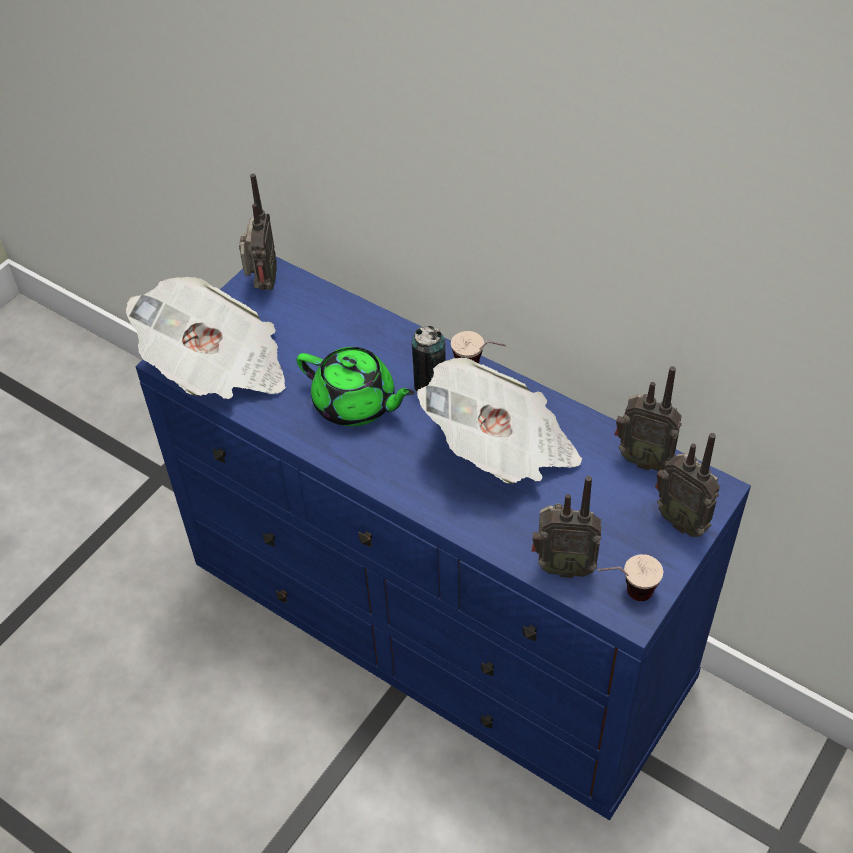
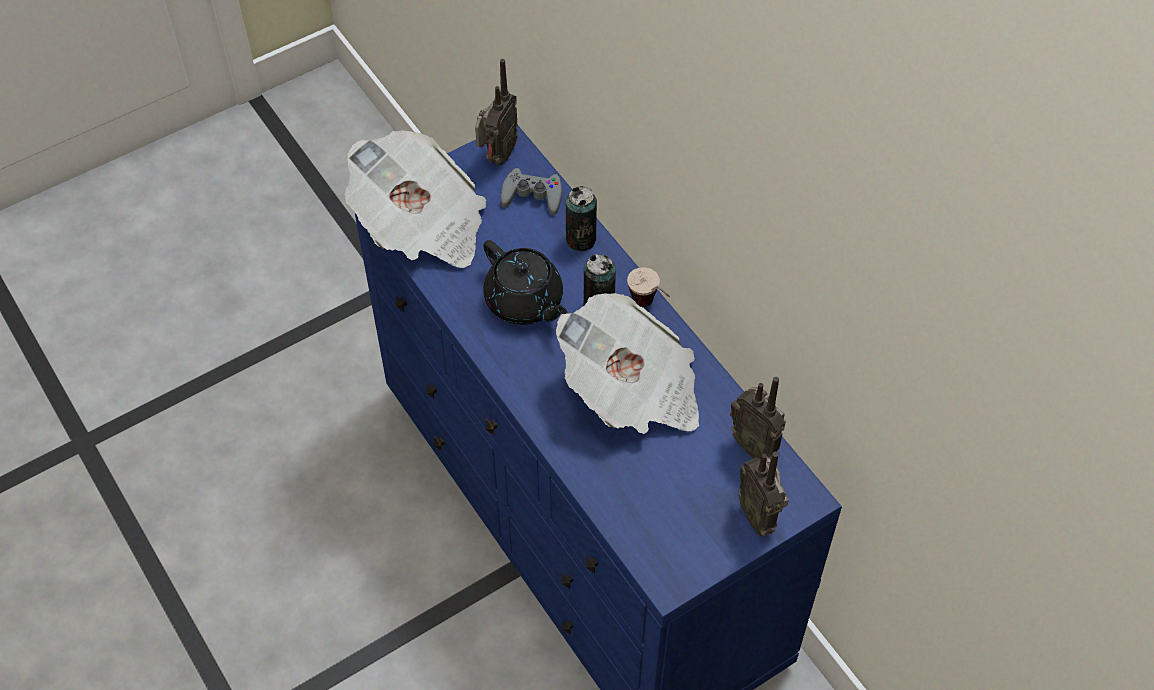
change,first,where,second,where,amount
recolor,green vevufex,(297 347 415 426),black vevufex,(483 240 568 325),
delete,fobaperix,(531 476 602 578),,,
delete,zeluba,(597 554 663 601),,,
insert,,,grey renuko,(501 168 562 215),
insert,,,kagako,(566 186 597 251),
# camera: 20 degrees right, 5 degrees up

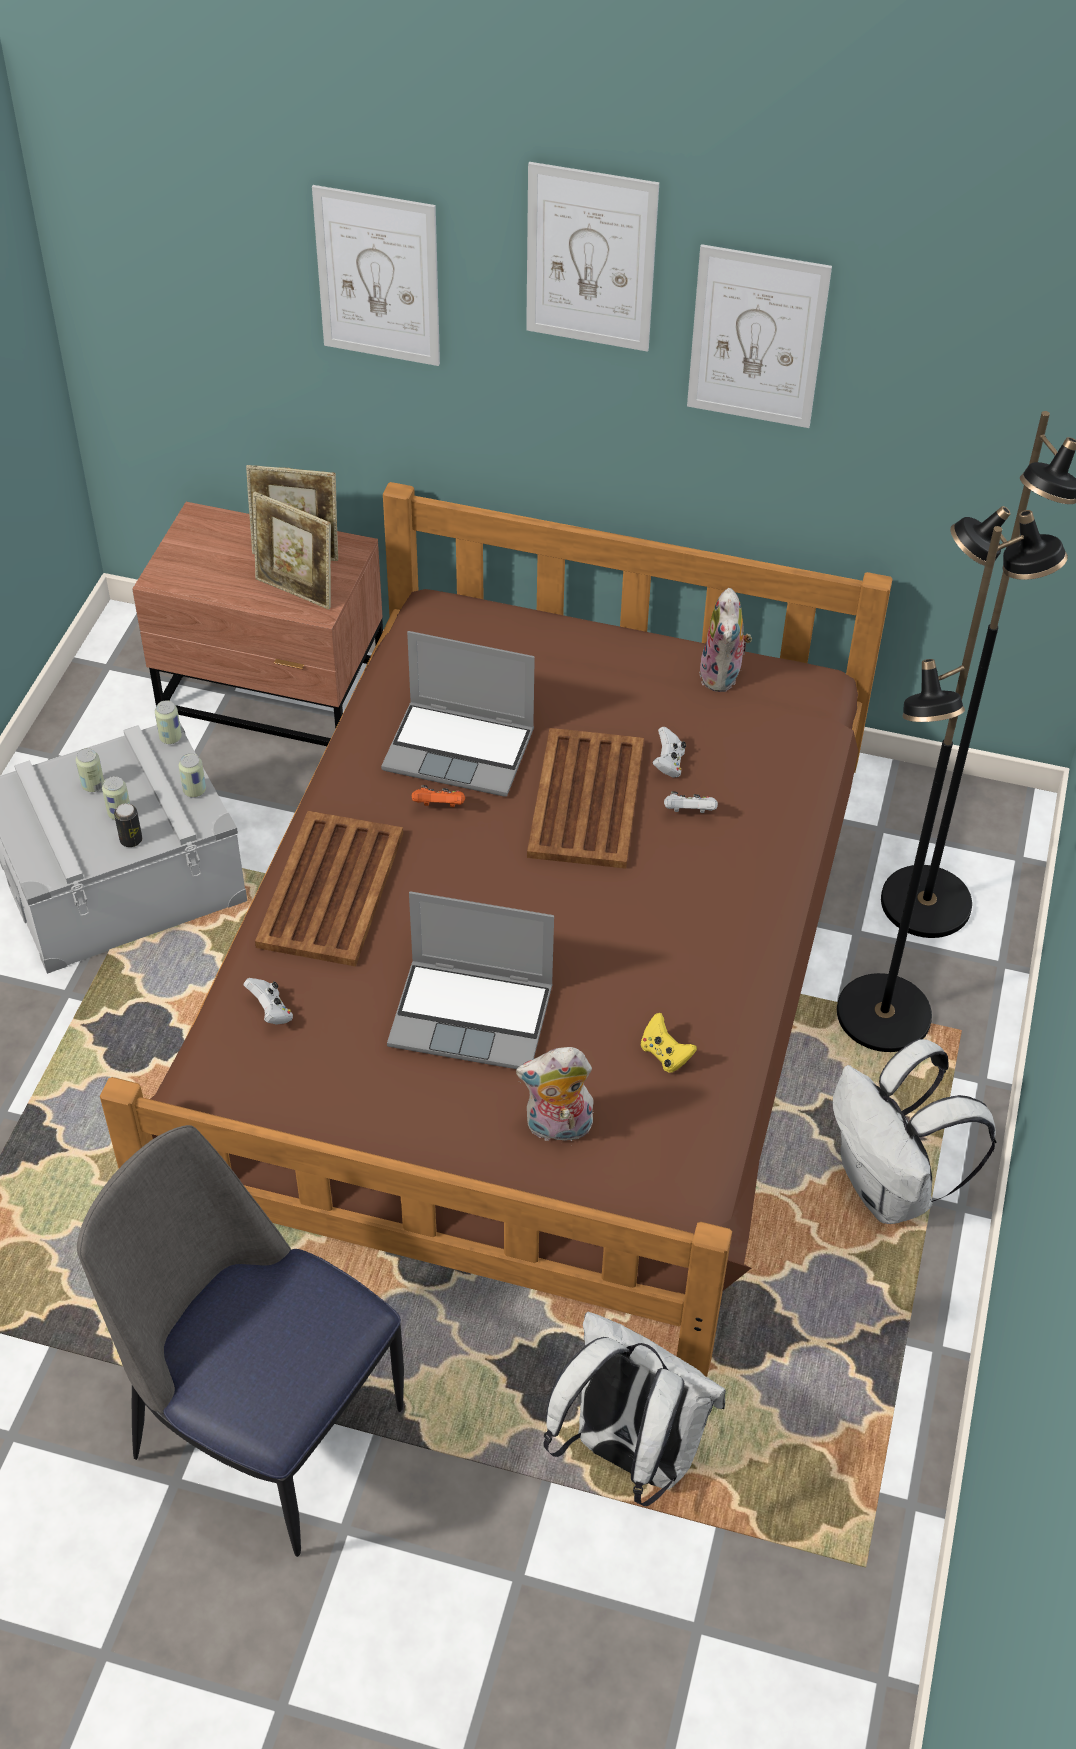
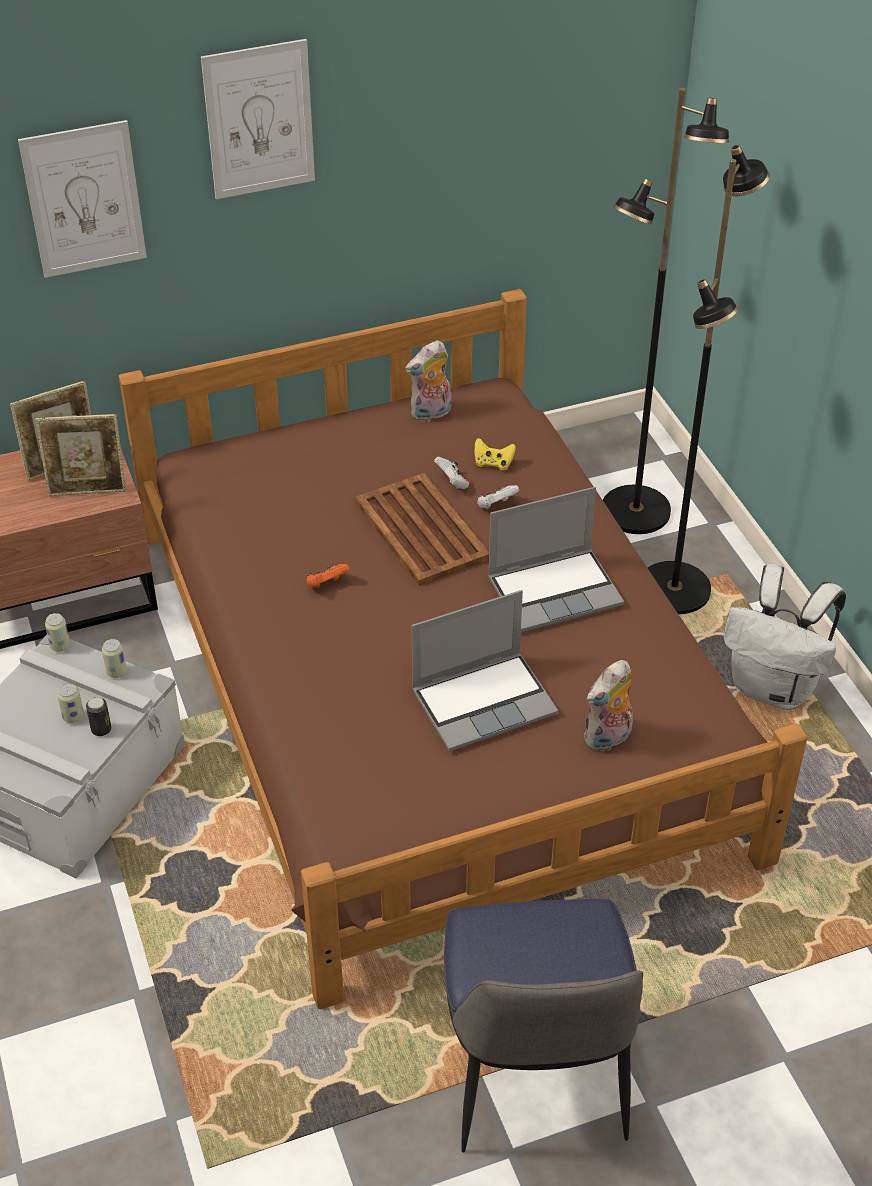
change,first,where,second,where,amount
delete,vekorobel,(687 244 832 428),,,
rotate,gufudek,(699 588 752 692),,(405 340 451 422),90 degrees clockwise
move,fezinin,(381 631 535 797),,(488 487 624 633),
delete,kagako,(76 748 104 792),,,
delete,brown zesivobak,(255 811 403 967),,,
delete,white renuko,(244 978 293 1025),,,
move,yellow renuko,(641 1013 697 1073),,(474 438 516 470),
rotate,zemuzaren,(77 1125 404 1557),,(444 899 643 1153),90 degrees counterclockwise
delete,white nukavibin,(544 1312 726 1506),,,
# camera: 35 degrees left, 5 degrees down

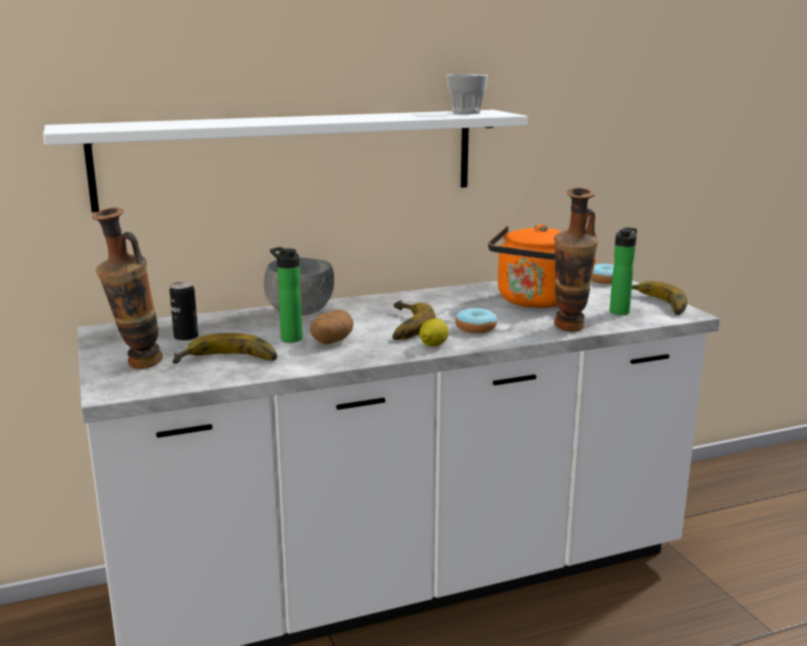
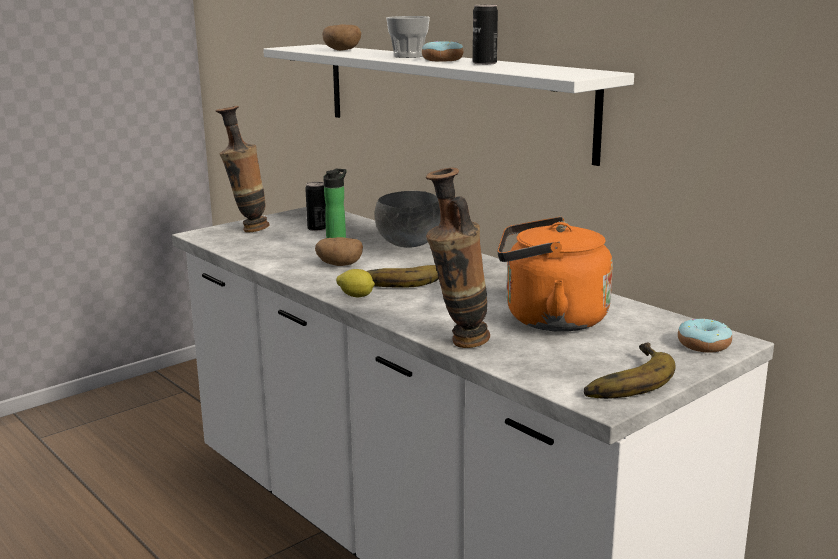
change,first,where,second,where,amount
move,zeluba,(446 74 488 114),,(386 16 430 58),
delete,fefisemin,(610 227 637 315),,,
move,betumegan,(455 307 497 333),,(422 41 464 61),
delete,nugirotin,(172 333 277 364),,,
insert,,,kagako,(473 5 498 65),
insert,,,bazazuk,(322 24 361 51),
# camera: 70 degrees right, 0 degrees up

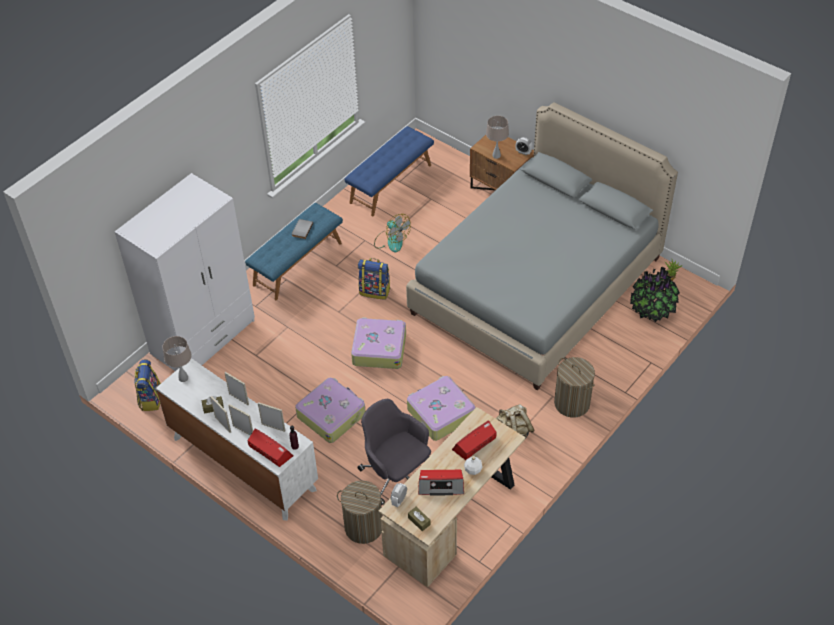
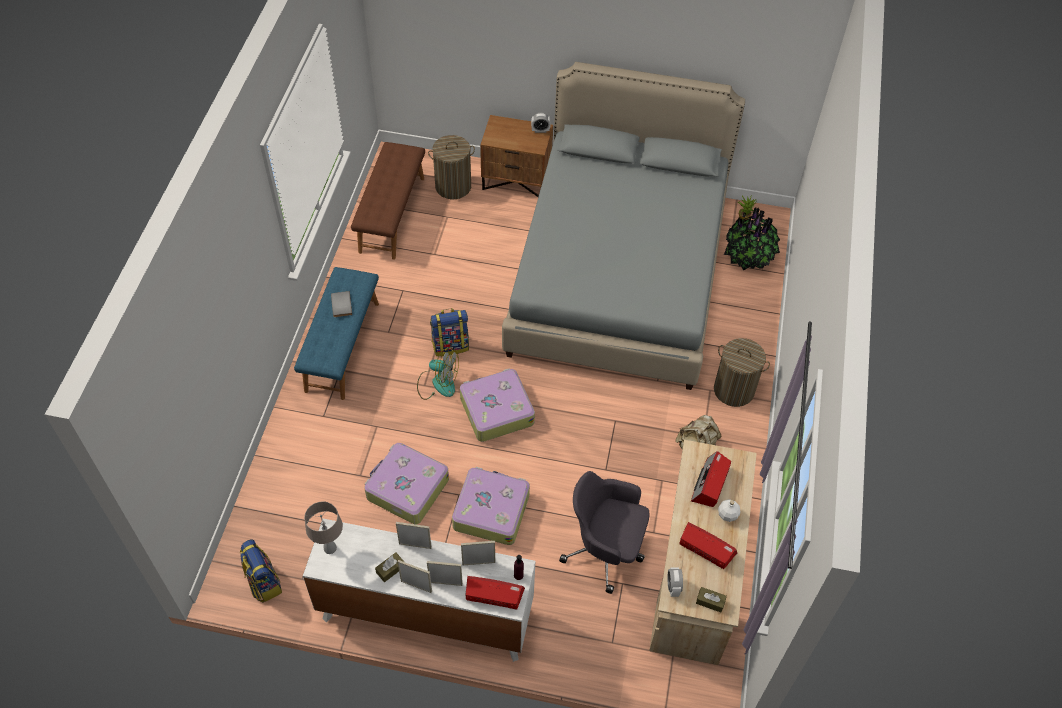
change,first,where,second,where,amount
delete,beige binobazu,(486 116 509 159),,,
recolor,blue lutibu,(345 126 434 216),brown lutibu,(351 142 425 260),
delete,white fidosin,(115 173 255 371),,,
move,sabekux,(374 214 411 252),,(417 347 459 400),
move,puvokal,(407 376 476 441),,(365 443 449 524),
rotate,fobaperix,(418 470 464 496),,(680 522 737 569),120 degrees counterclockwise
move,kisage,(337 480 385 544),,(428 135 475 199),
# camera: 30 degrees left, 5 degrees up

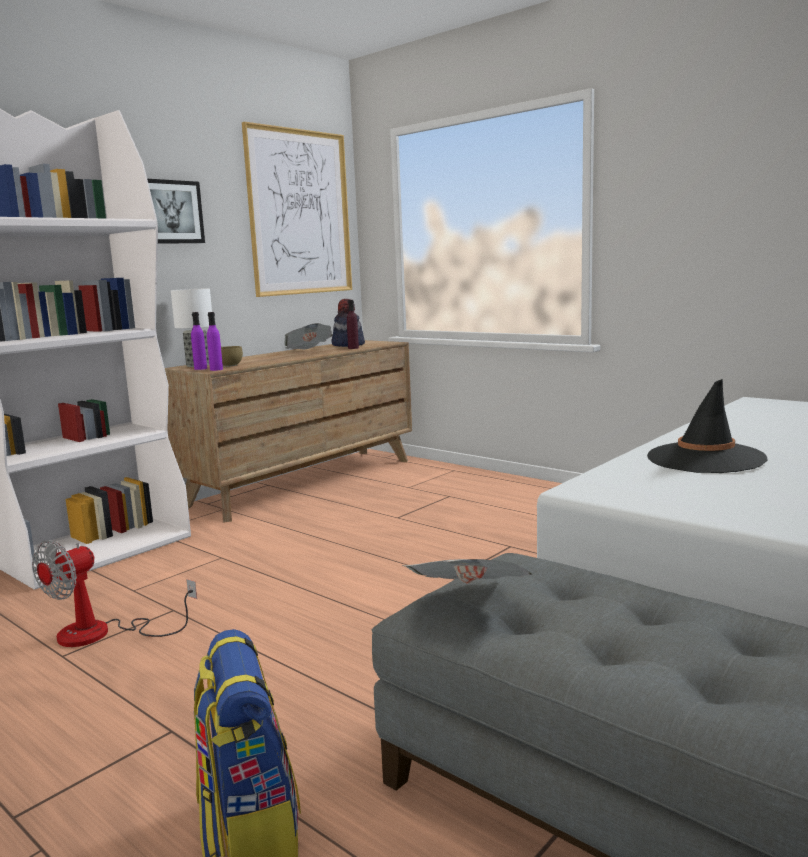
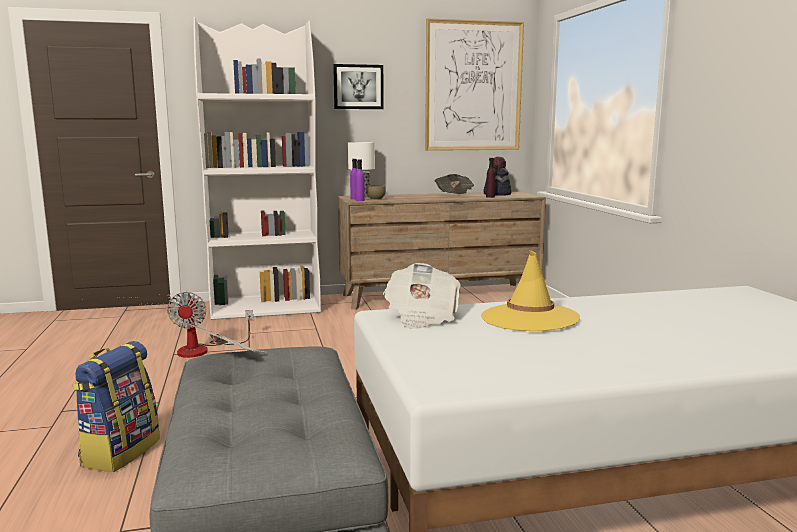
change,first,where,second,where,amount
recolor,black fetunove,(647 379 768 473),yellow fetunove,(481 250 580 331),
rotate,sabekux,(32 540 197 647),,(167 292 253 358),75 degrees counterclockwise
insert,,,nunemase,(383 263 461 329),
# camera: 35 degrees right, 0 degrees up

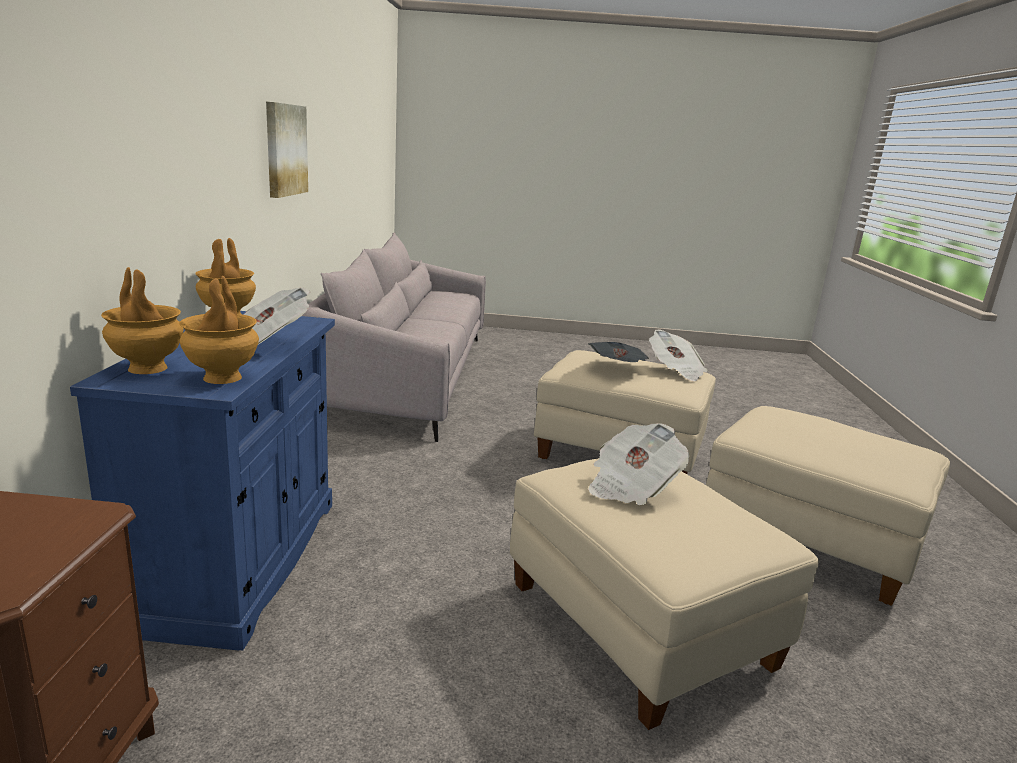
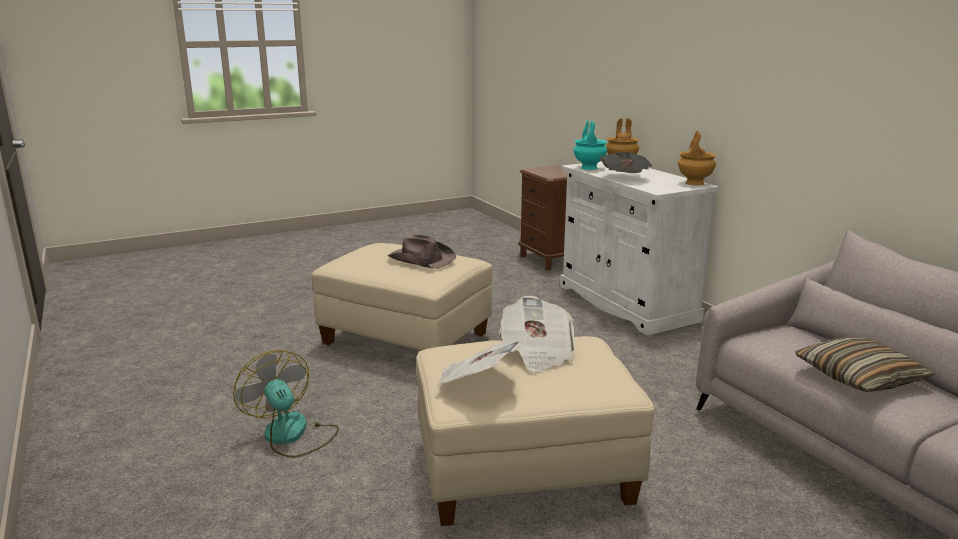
change,first,where,second,where,amount
delete,vekorobel,(266 102 308 198),,,
recolor,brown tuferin,(179 276 259 384),turquoise tuferin,(573 120 607 170),
recolor,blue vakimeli,(70 311 335 651),white vakimeli,(560 161 719 335),
replace,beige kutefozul,(706 406 950 606),sabekux,(233 350 339 458),
replace,nunemase,(588 423 689 505),brown fetunove,(388 234 456 269),
insert,,,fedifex,(795 337 935 392),
# camera: 150 degrees right, 0 degrees up

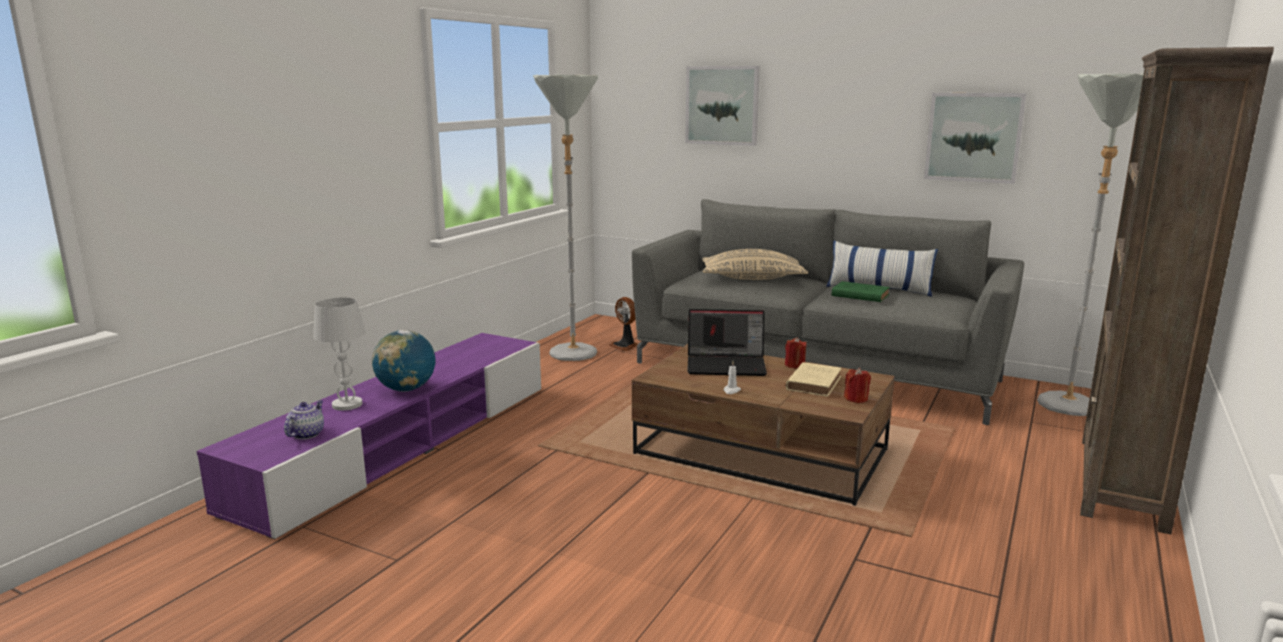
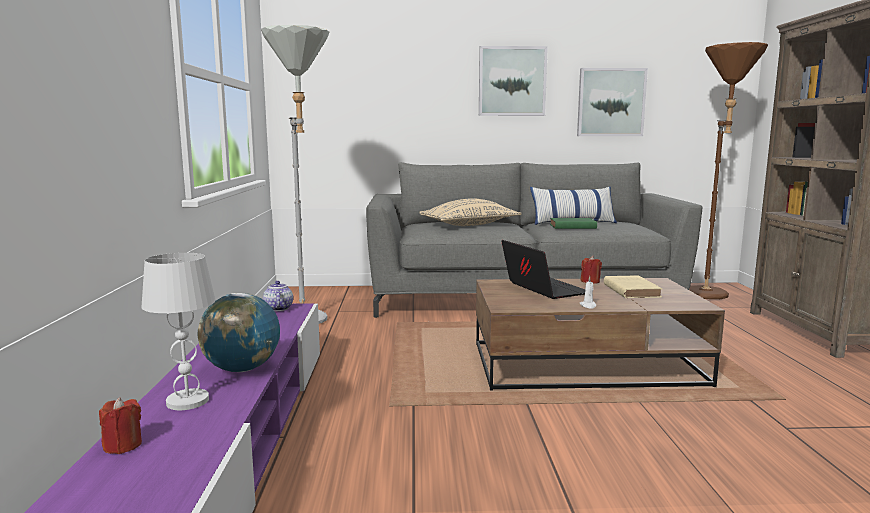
change,first,where,second,where,amount
move,vekorobel,(685 66 760 146),,(479 46 548 116),
recolor,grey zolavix,(1037 74 1144 416),brown zolavix,(689 42 768 299),
delete,sabekux,(608 297 637 351),,,
rotate,fezinin,(687 309 767 376),,(501 240 585 299),90 degrees counterclockwise
move,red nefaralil,(844 368 871 403),,(99 397 142 454),
move,vevufex,(284 400 324 439),,(263 281 293 311),
# camera: 30 degrees left, 5 degrees down

